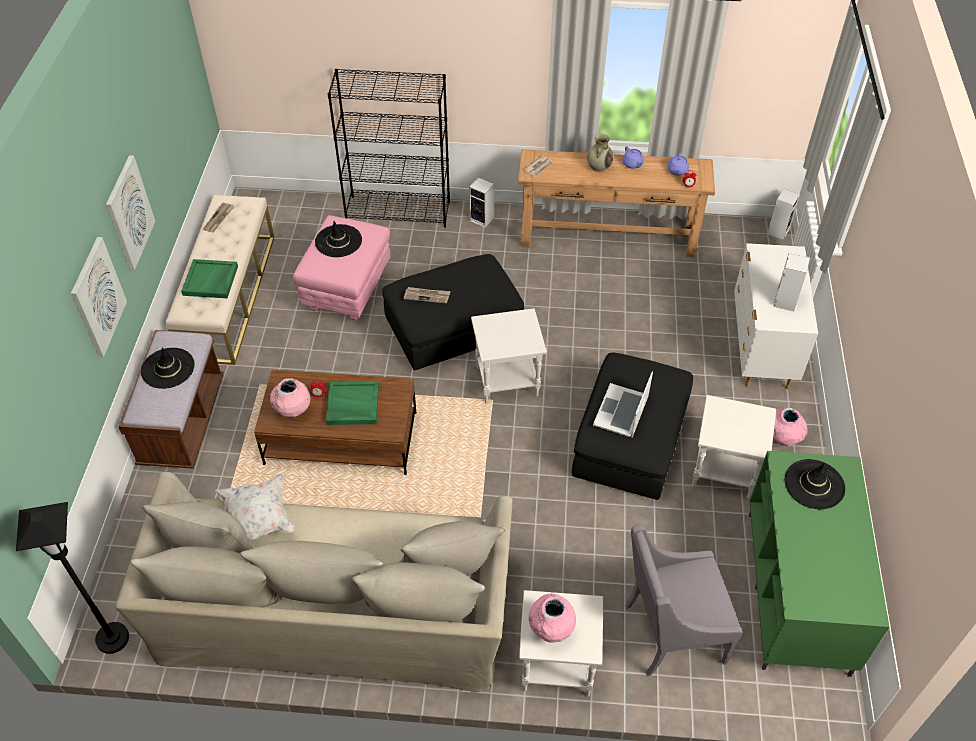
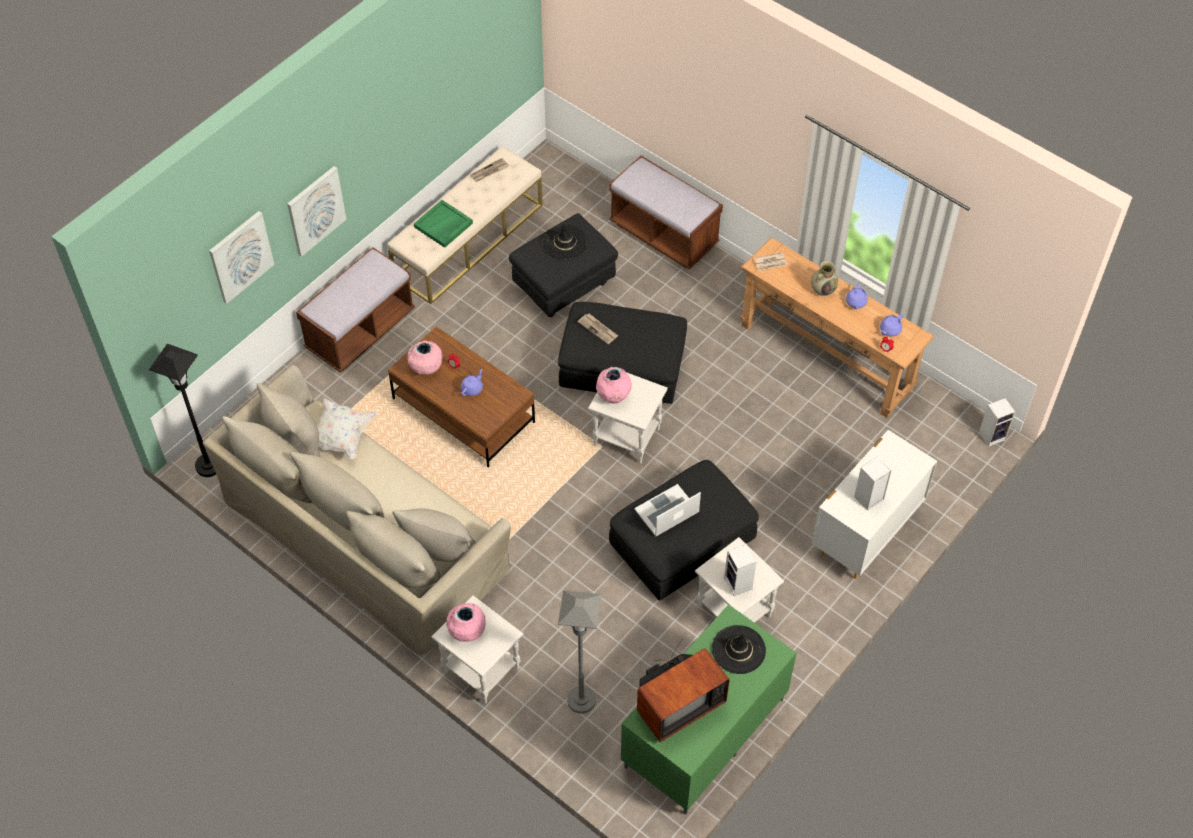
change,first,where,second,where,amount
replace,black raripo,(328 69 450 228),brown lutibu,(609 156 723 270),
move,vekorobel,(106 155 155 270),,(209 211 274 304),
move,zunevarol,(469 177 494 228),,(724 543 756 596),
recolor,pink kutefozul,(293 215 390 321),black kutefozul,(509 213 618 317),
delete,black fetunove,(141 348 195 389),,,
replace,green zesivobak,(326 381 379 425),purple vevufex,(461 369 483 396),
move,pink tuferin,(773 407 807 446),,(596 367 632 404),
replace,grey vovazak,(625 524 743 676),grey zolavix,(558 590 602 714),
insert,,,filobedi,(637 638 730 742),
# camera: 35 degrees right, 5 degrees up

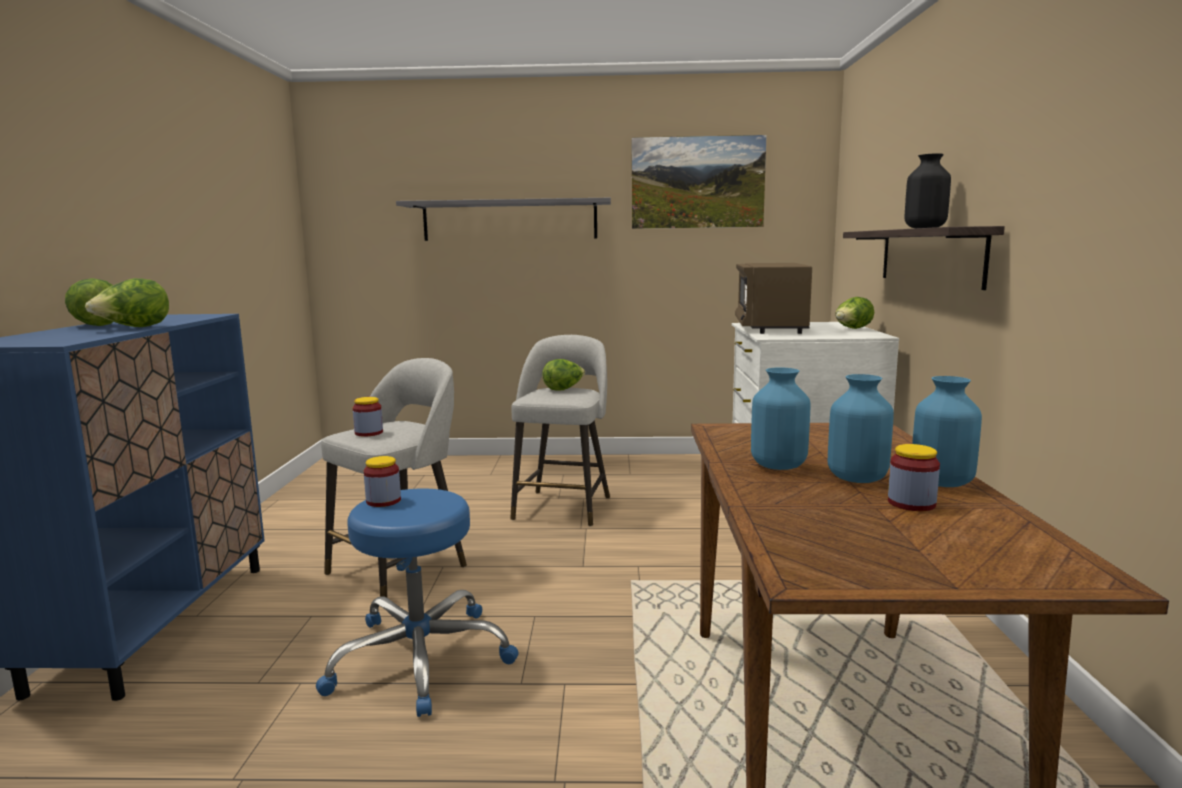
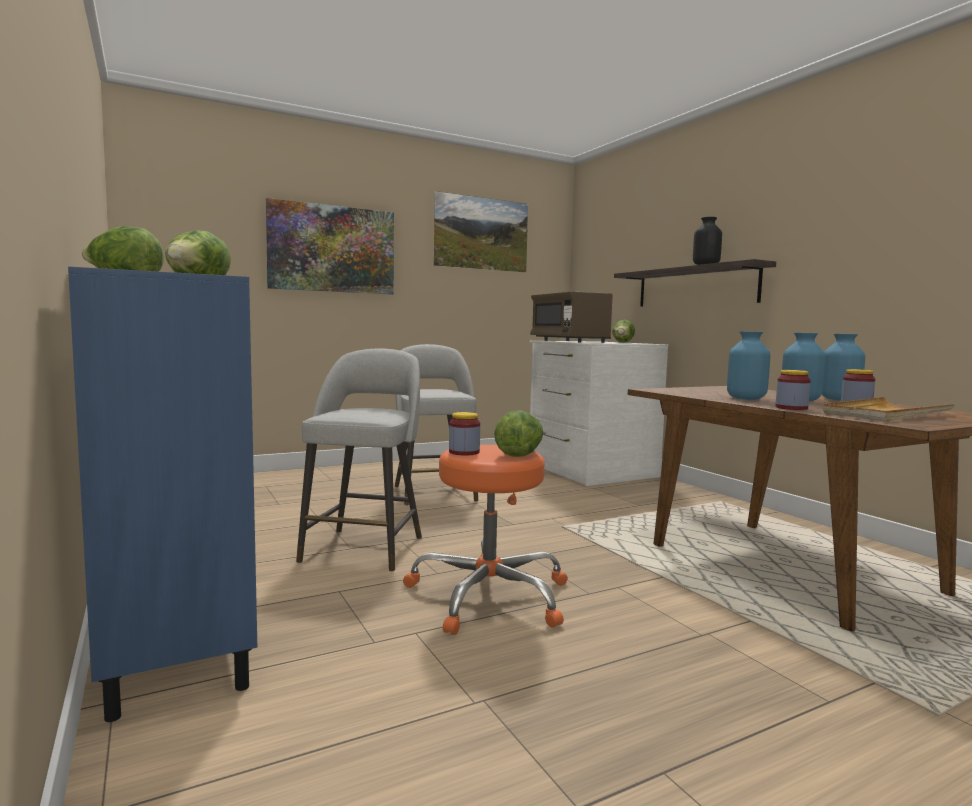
change,first,where,second,where,amount
replace,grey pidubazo,(396 198 611 241),vekorobel,(266 198 394 295),
move,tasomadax,(542 359 585 391),,(494 410 543 457),
move,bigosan,(353 397 383 437),,(775 370 811 410),
recolor,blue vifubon,(316 488 519 717),orange vifubon,(403 445 568 635),
insert,,,beige zesivobak,(823 397 955 422),
# camera: 30 degrees left, 5 degrees down

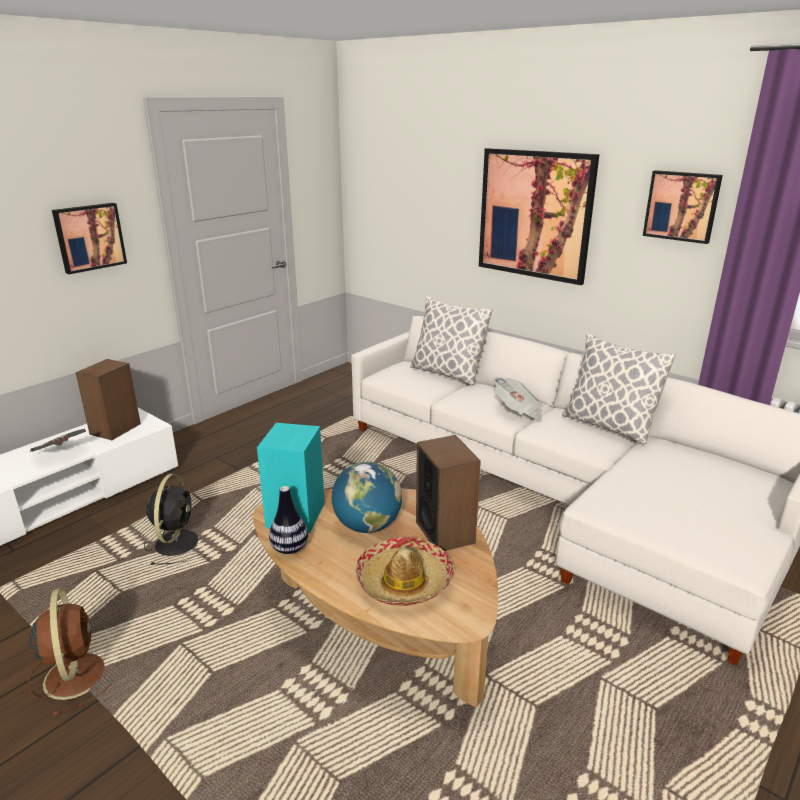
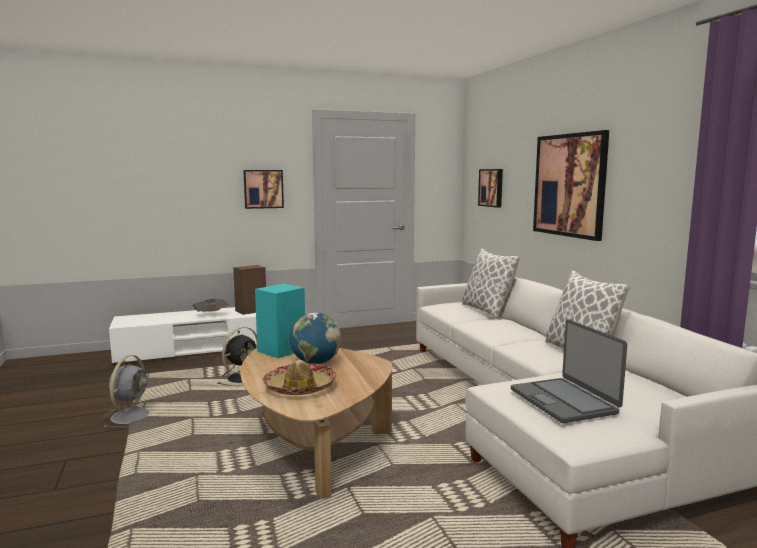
change,first,where,second,where,amount
move,vekorobel,(643 170 723 244),,(478 169 503 208),
delete,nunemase,(494 377 543 421),,,
delete,zunevarol,(416 435 481 551),,,
delete,tuferin,(269 486 308 554),,,
recolor,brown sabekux,(28 588 115 716),grey sabekux,(104 355 149 428),
insert,,,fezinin,(511 319 627 423),
# camera: 30 degrees right, 15 degrees down

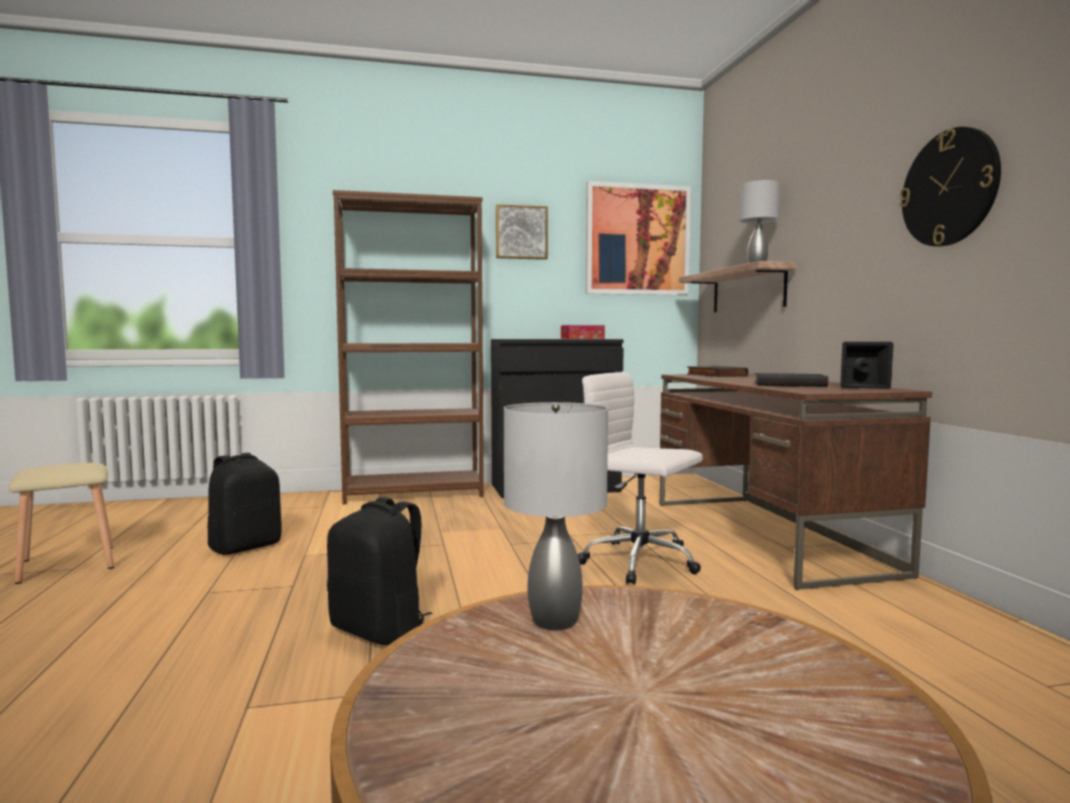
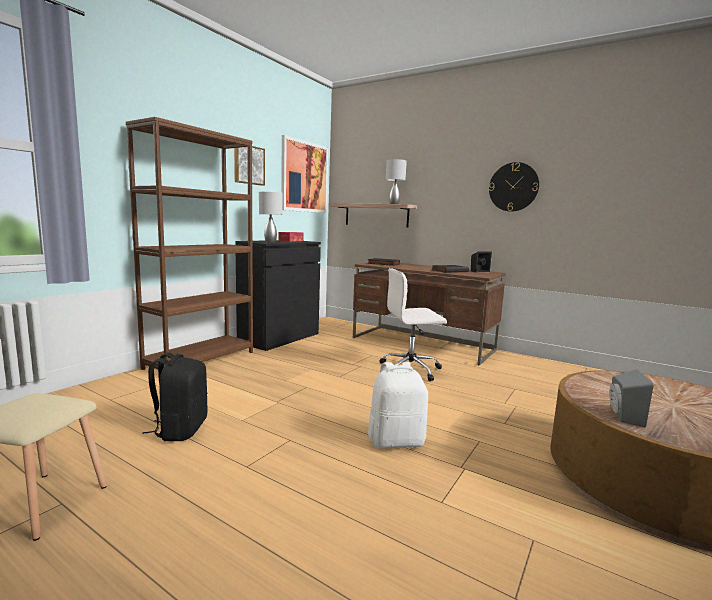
change,first,where,second,where,amount
move,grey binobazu,(504 402 608 630),,(259 192 282 243),
recolor,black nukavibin,(327 497 432 645),white nukavibin,(368 362 428 449),
insert,,,grey zunevarol,(609 369 654 428),
# camera: 45 degrees left, 5 degrees up

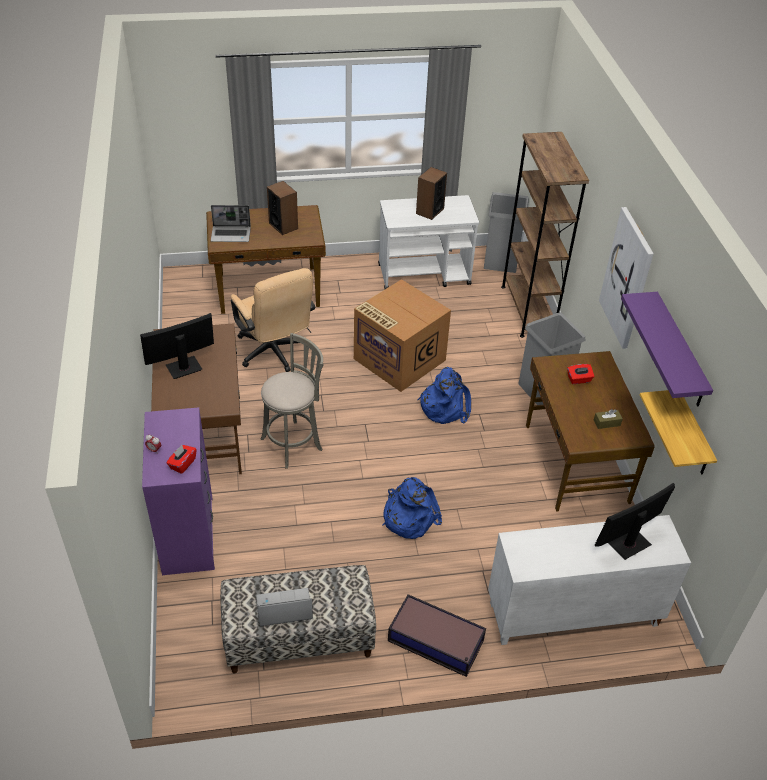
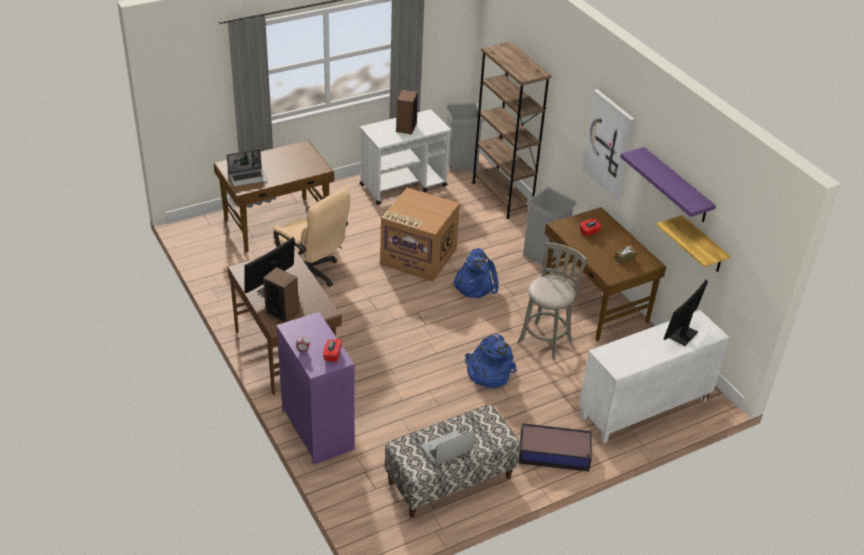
change,first,where,second,where,amount
move,zunevarol,(267 181 298 235),,(263 267 299 323),
move,grey vifubon,(260 333 324 469),,(517 242 588 360),
# camera: 20 degrees left, 5 degrees down

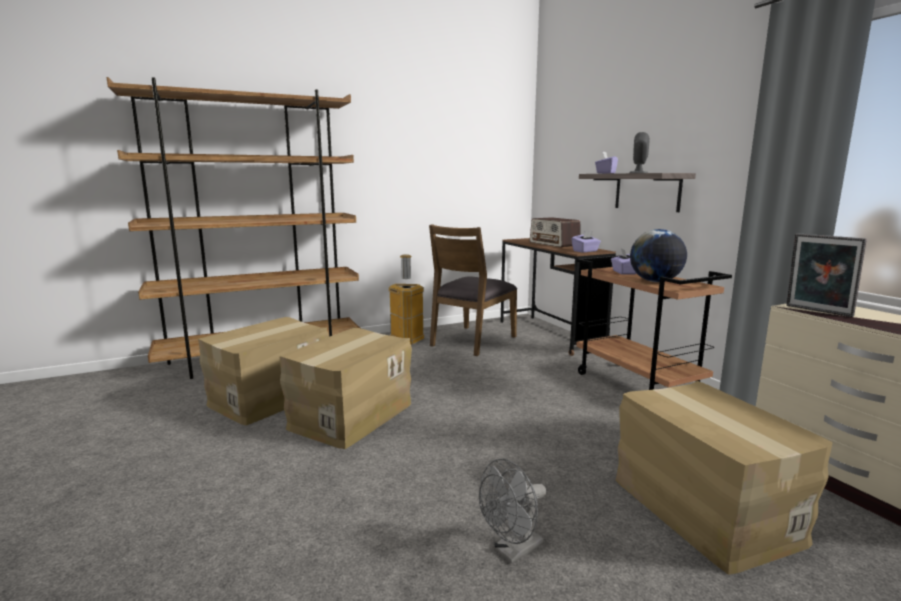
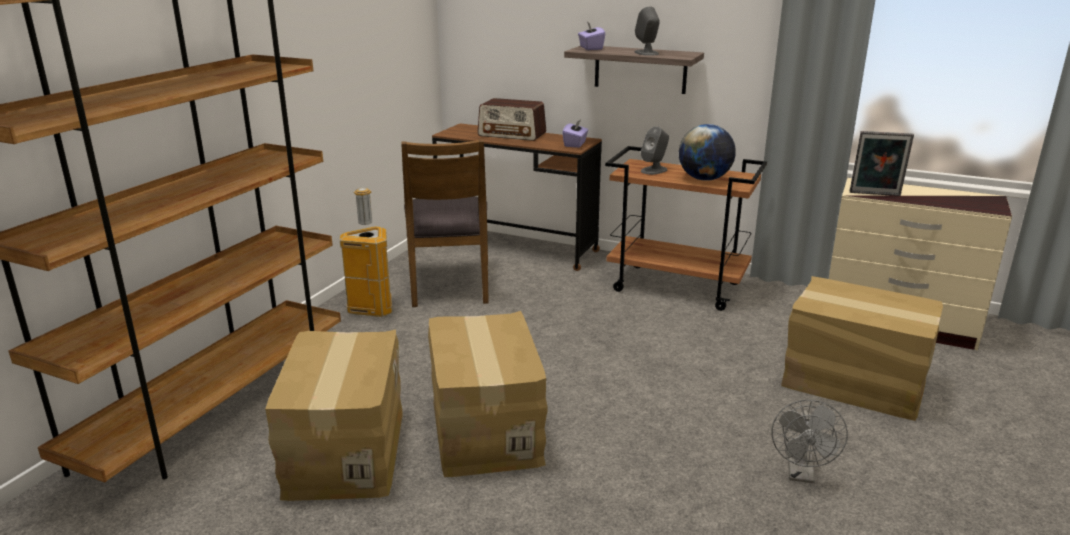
change,first,where,second,where,amount
replace,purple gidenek,(611 249 637 275),grey zunevarol,(641 126 669 175),
# camera: 40 degrees left, 10 degrees up

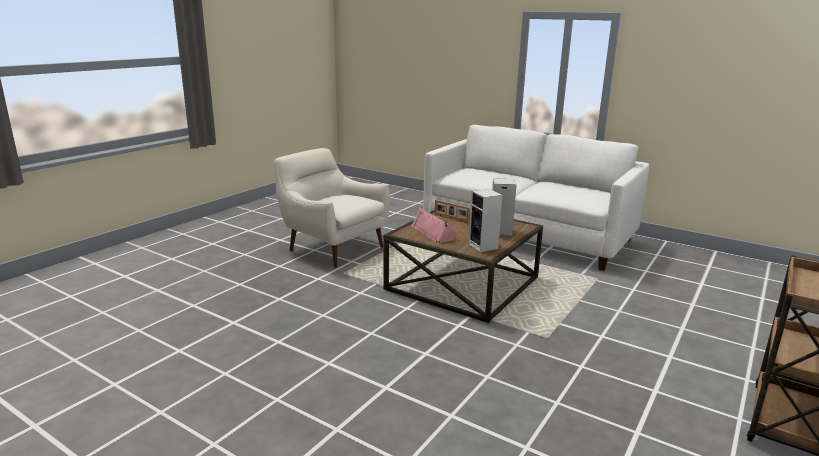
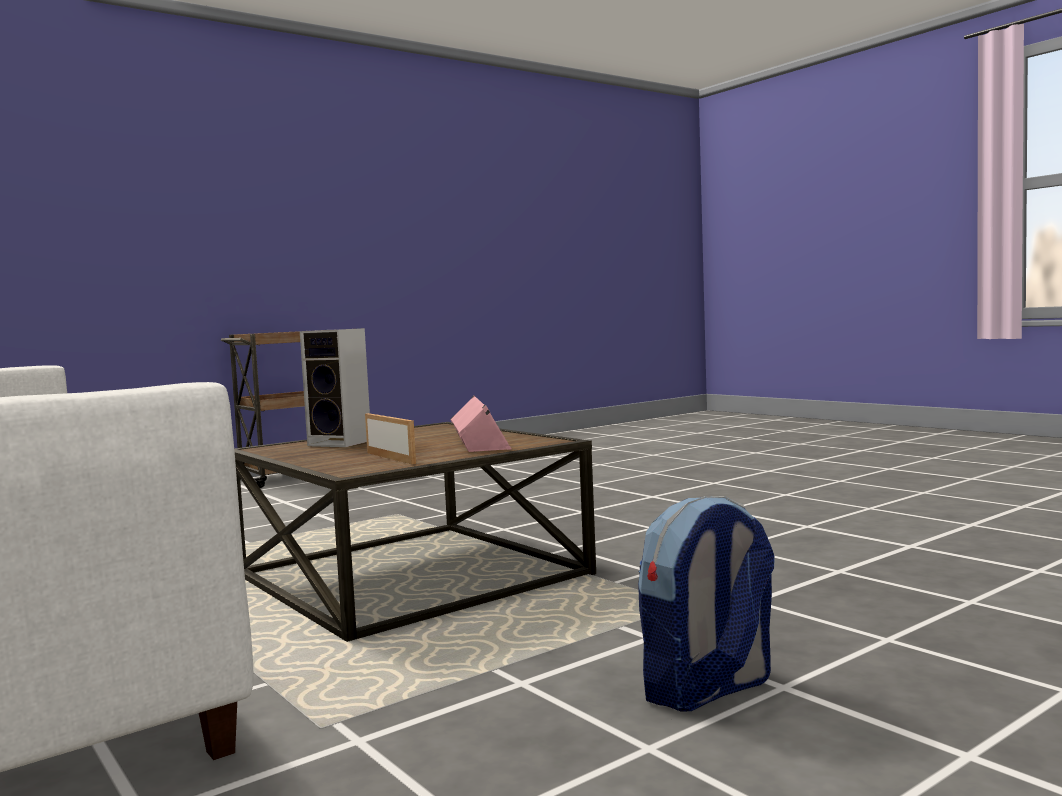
change,first,where,second,where,amount
replace,white vovazak,(274 148 390 268),nukavibin,(638 496 775 711),
delete,zunevarol,(468 189 502 252),,,
# camera: 160 degrees left, 15 degrees down

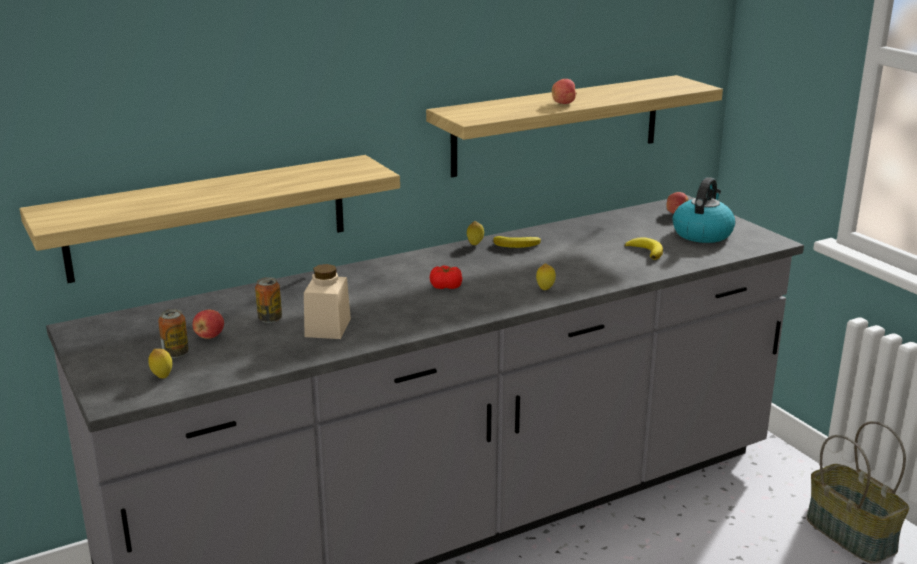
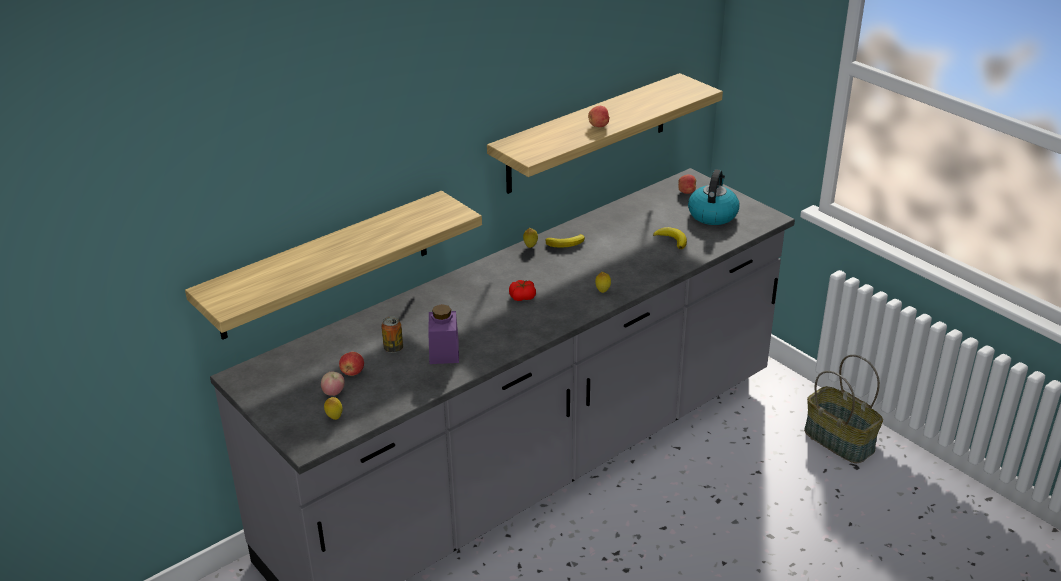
change,first,where,second,where,amount
recolor,beige bigosan,(304 264 351 339),purple bigosan,(428 304 459 364),
replace,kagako,(158 309 189 358),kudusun,(321 371 345 396),
# camera: 10 degrees left, 10 degrees up

